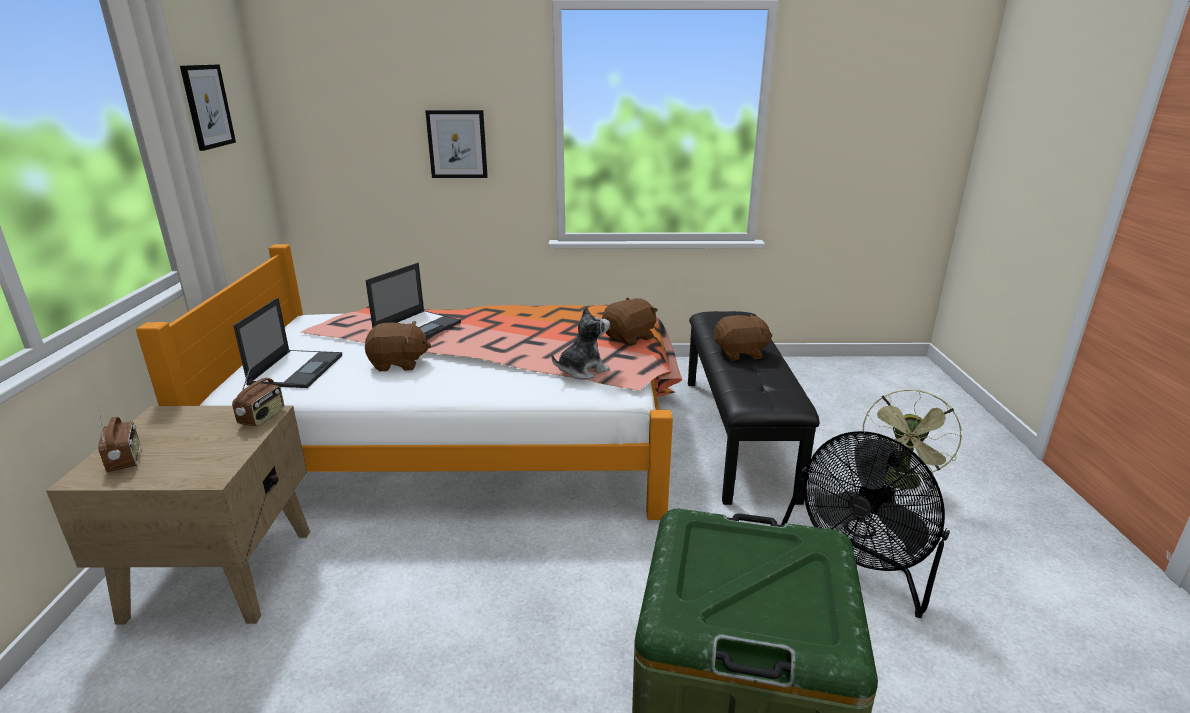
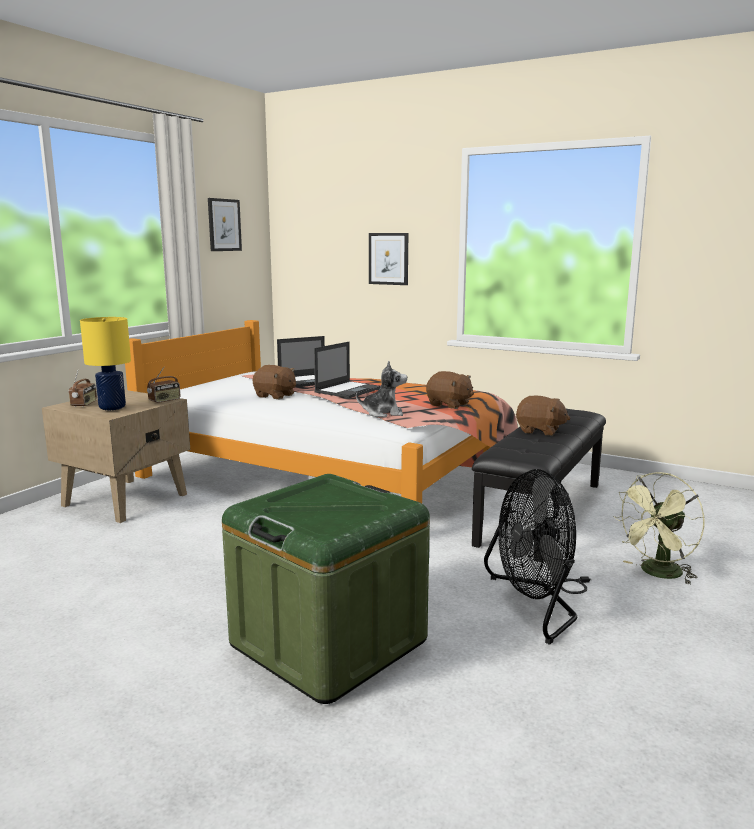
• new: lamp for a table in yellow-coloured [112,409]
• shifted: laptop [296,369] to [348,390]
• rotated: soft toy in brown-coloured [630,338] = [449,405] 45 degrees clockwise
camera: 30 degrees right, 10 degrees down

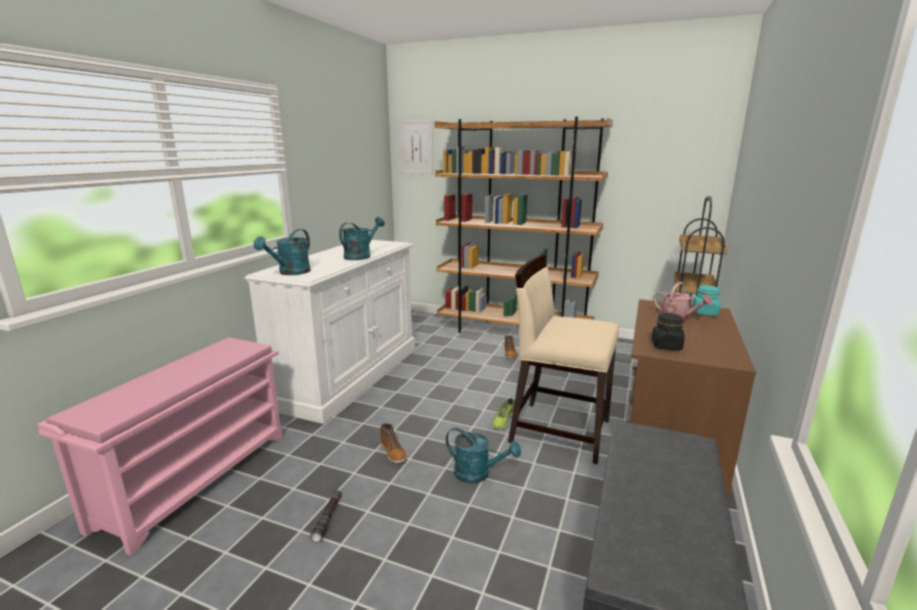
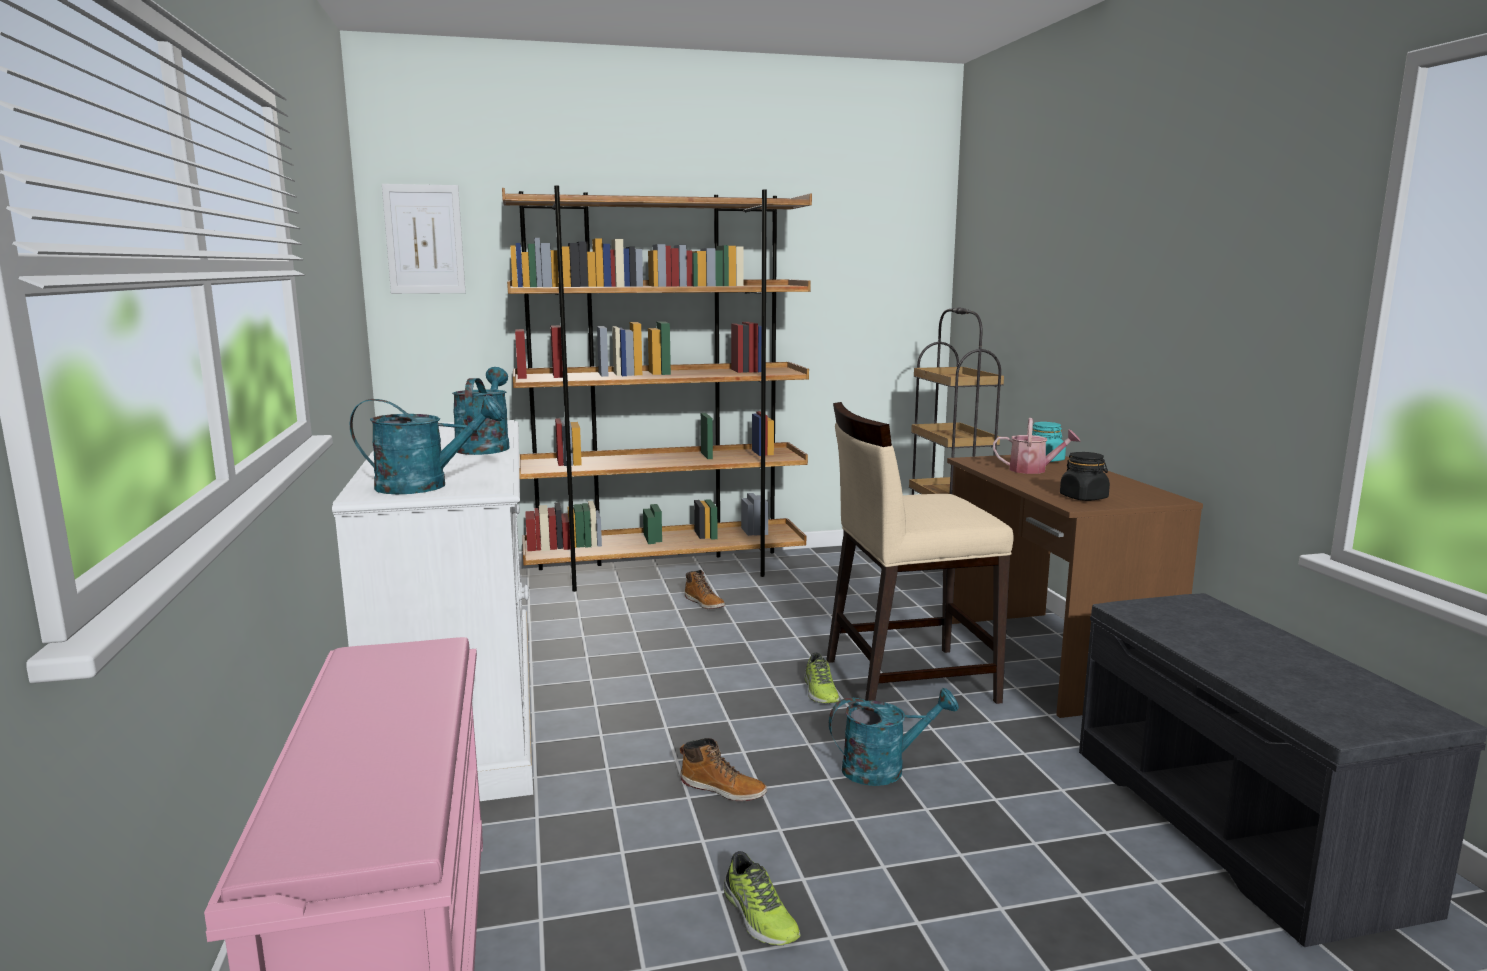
• rotated: watering pot in turquoise-coloured [290,273] = [425,486] 90 degrees counterclockwise
• swapped: torch in black [328,518] to shoe [758,916]
camera: 35 degrees left, 5 degrees down

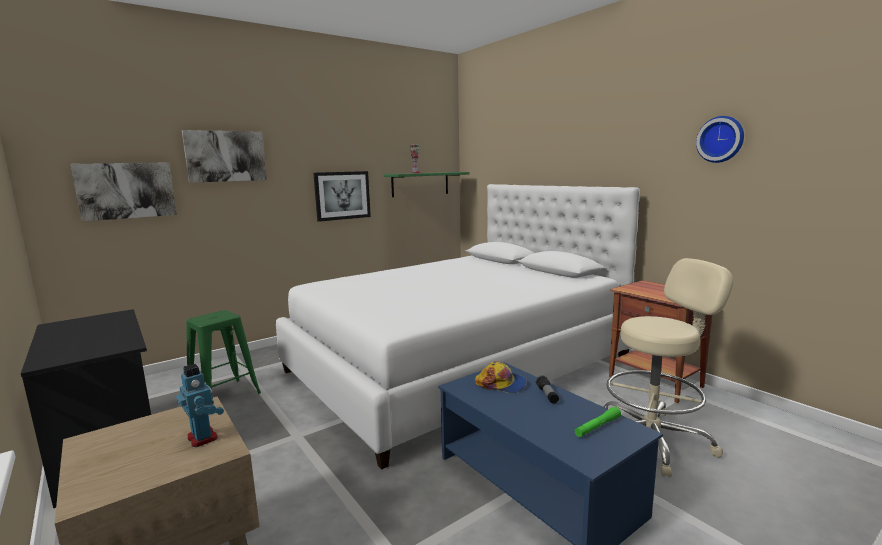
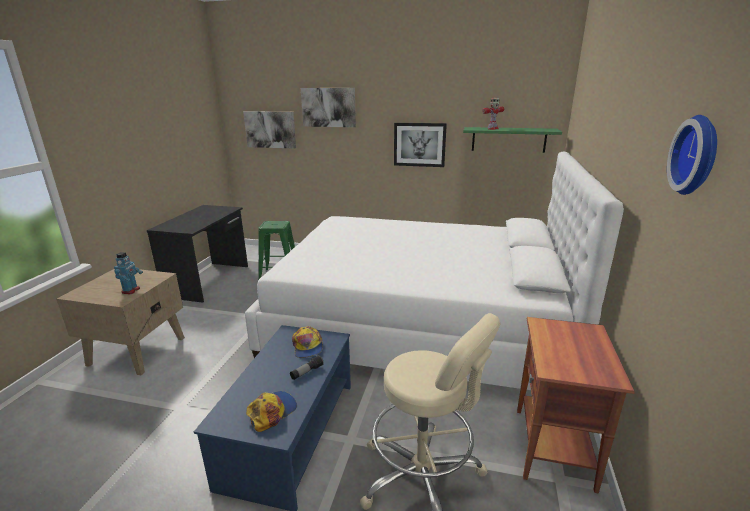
• swapped: torch in green [597,427] to cap [272,412]
camera: 50 degrees right, 10 degrees up

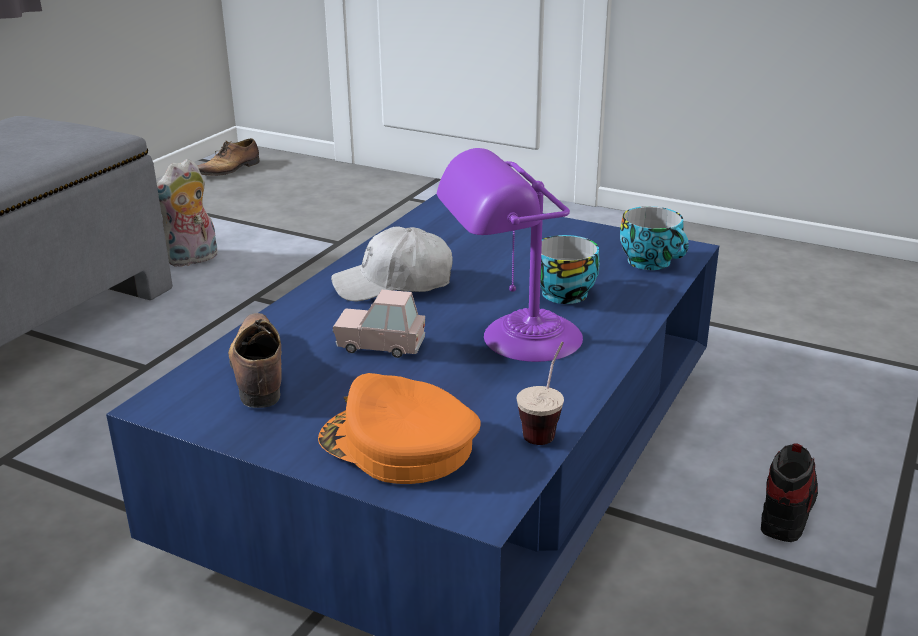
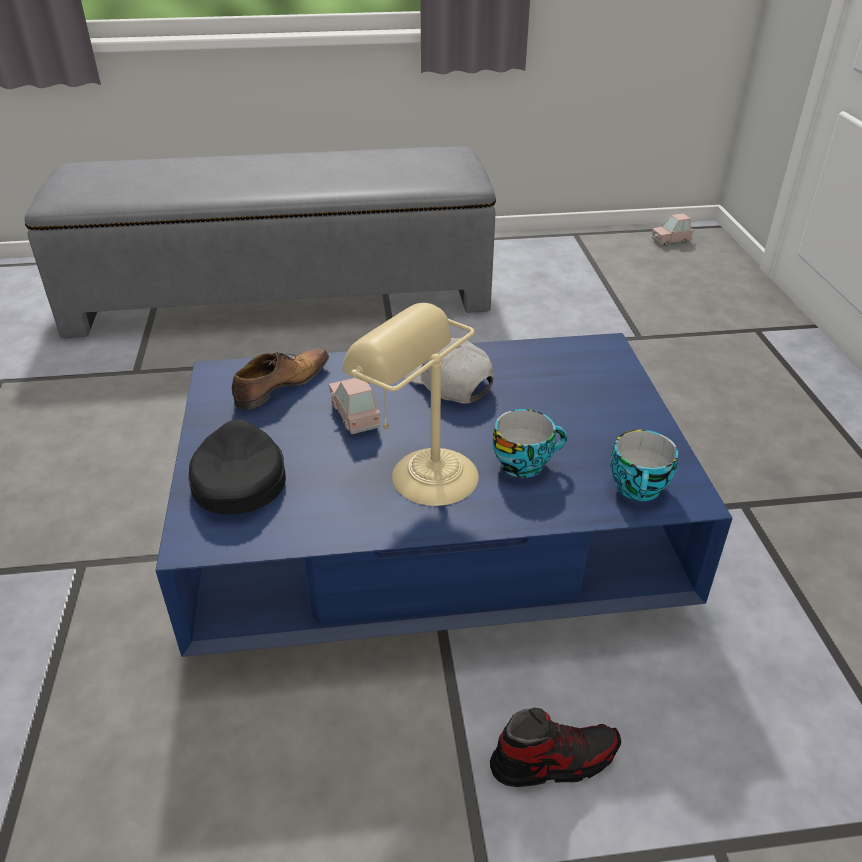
• repainted: cap in orange [398,445] to cap in black [239,477]
• repainted: lamp for a table in purple [513,341] to lamp for a table in beige [418,470]
• swapped: shoe [230,169] to miniature car in pinkish [670,240]
• gone: soft toy [192,260]
• gone: small cup [545,427]
camera: 55 degrees right, 10 degrees up

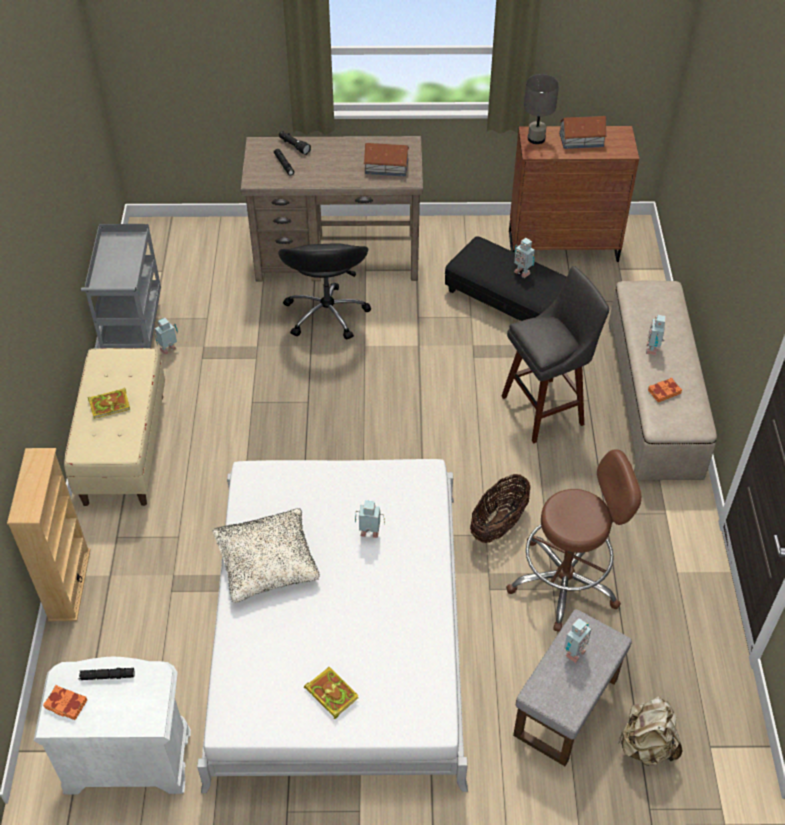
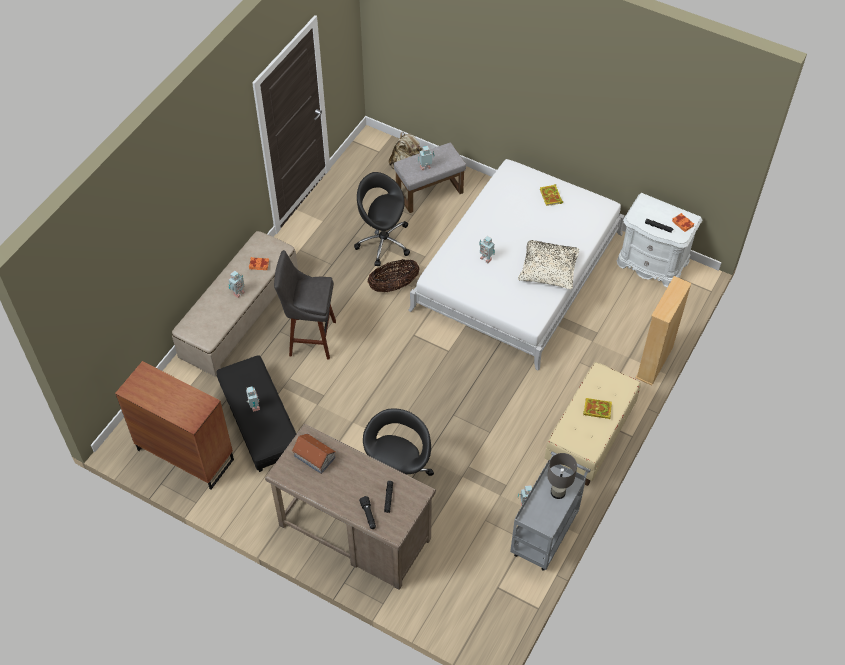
• swapped: stool in brown-coloured [566,581] to office chair in black [383,242]
• shifted: lamp for a table in grey [536,138] to [558,492]
• gone: toy house [580,139]
camera: 150 degrees left, 5 degrees up

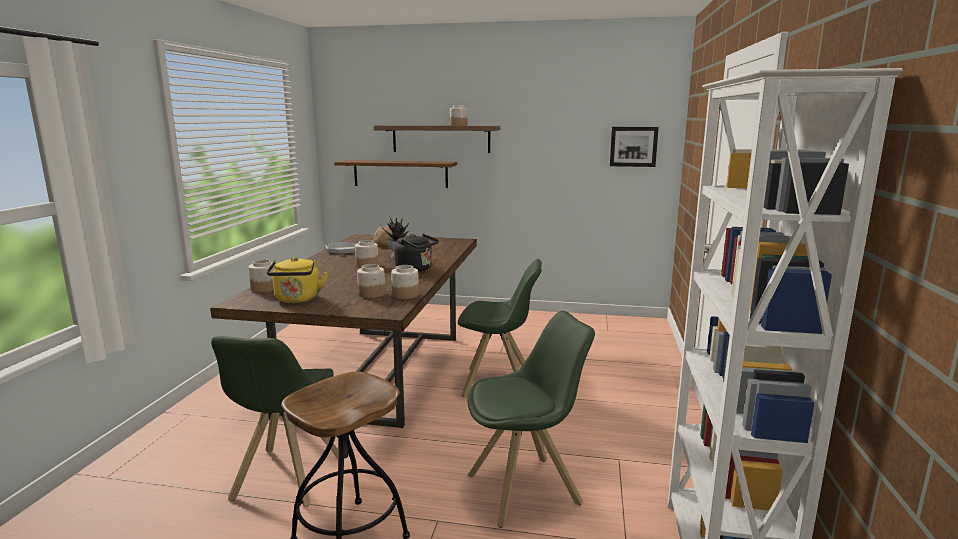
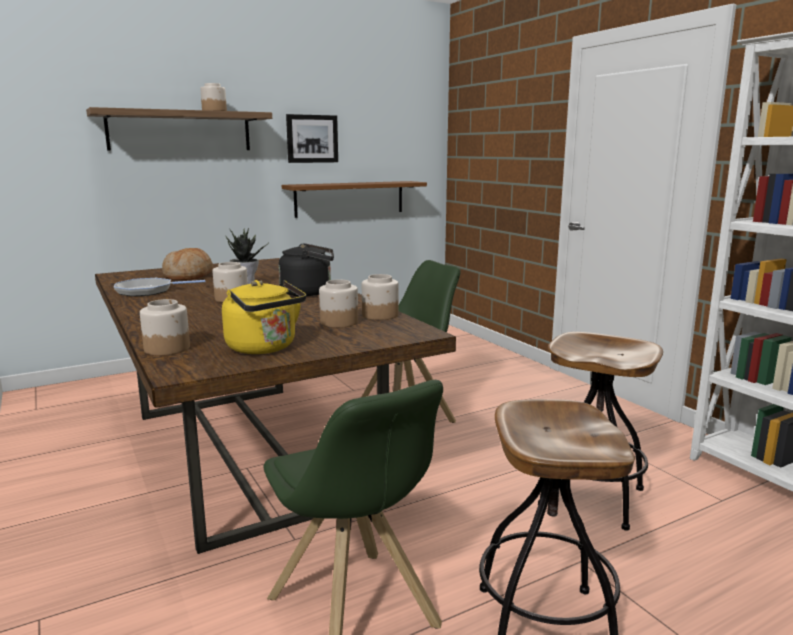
• shifted: bracket shelf in brown-coloured [400,174] to [350,198]
• shifted: wall art [633,146] to [312,139]
• swapped: upright chair in green [525,489] to stool in brown-coloured [592,497]
camera: 40 degrees left, 0 degrees up

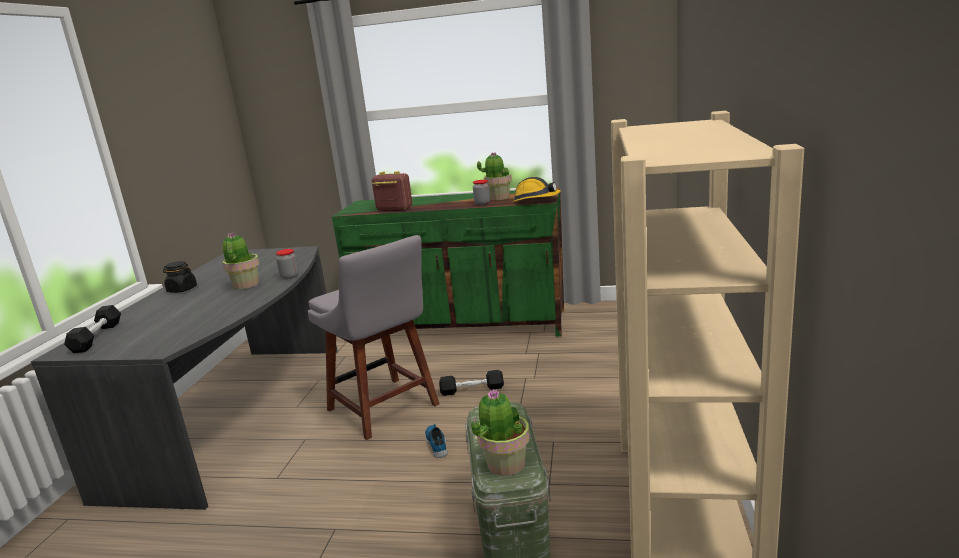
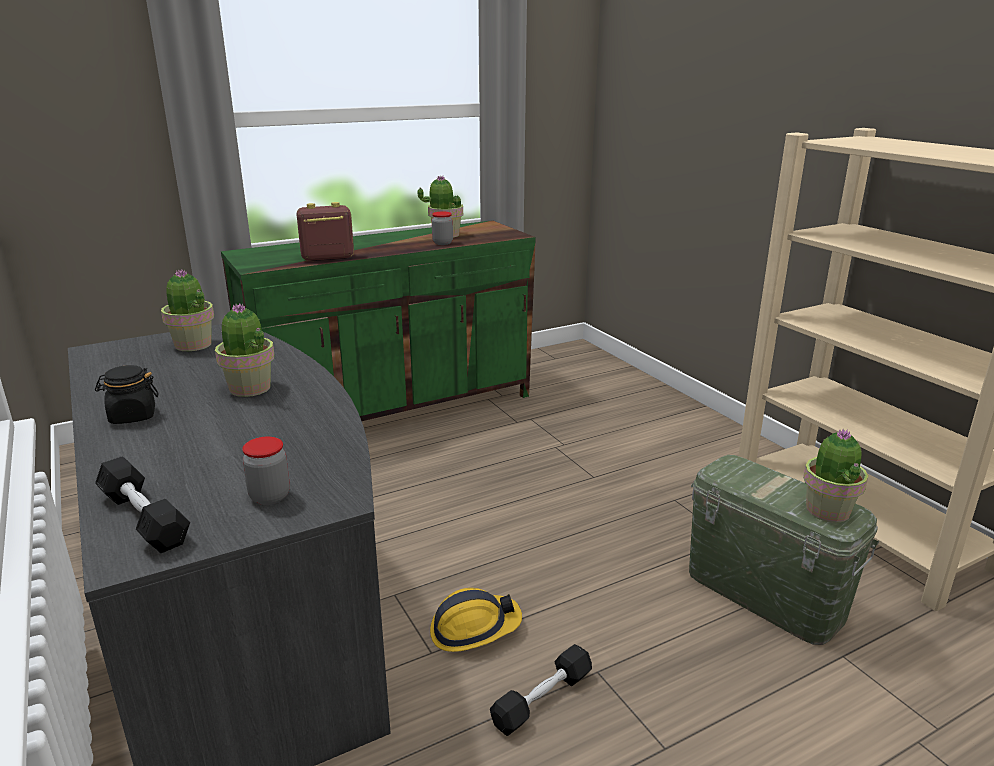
• new: potted plant [193,345]
• shifted: jar [289,276] to [270,496]
• shifted: hard hat [536,200] to [474,629]
• shifted: dumbbell in black [472,390] to [542,699]
• gone: stool in grey [385,409]
• gone: shoe [437,444]
camera: 40 degrees left, 5 degrees up

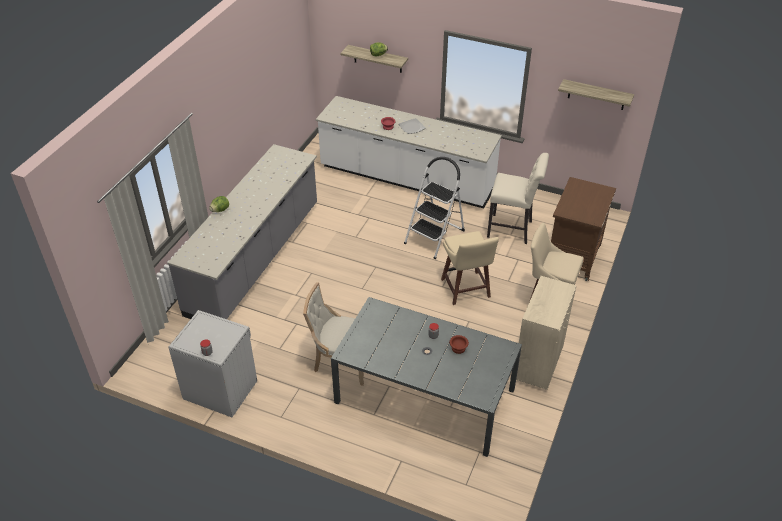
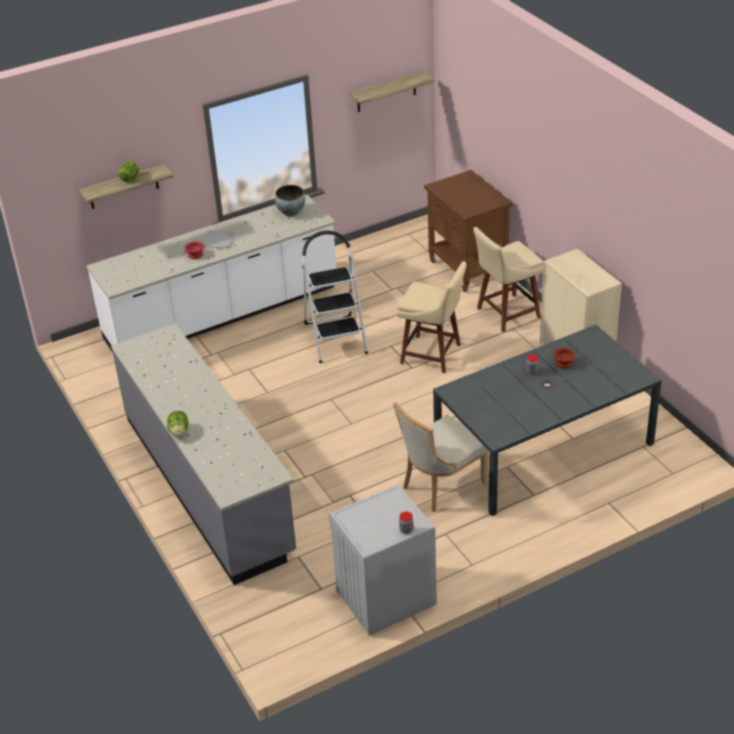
• new: bowl [291,212]
• gone: stool in beige [512,230]
camera: 50 degrees left, 5 degrees down

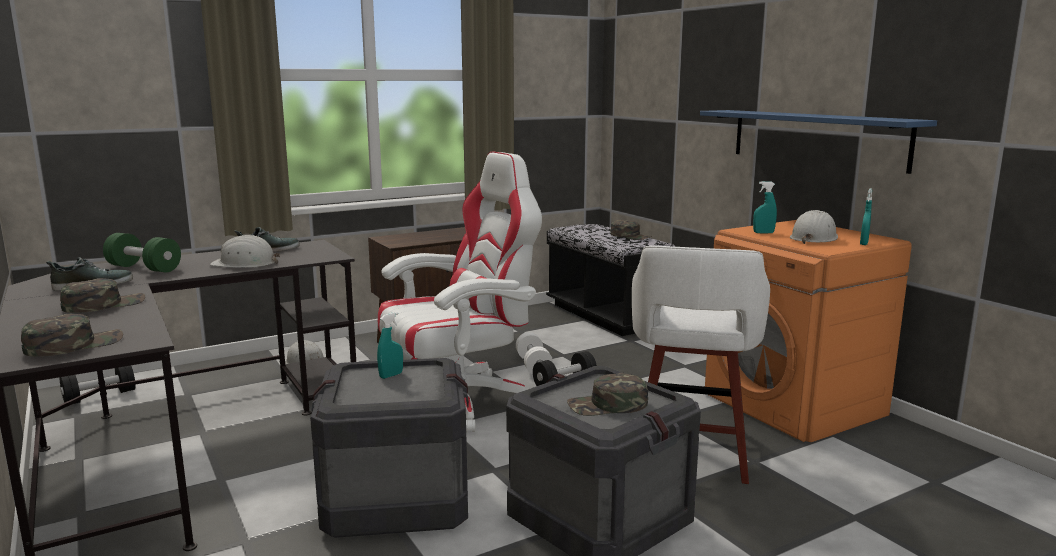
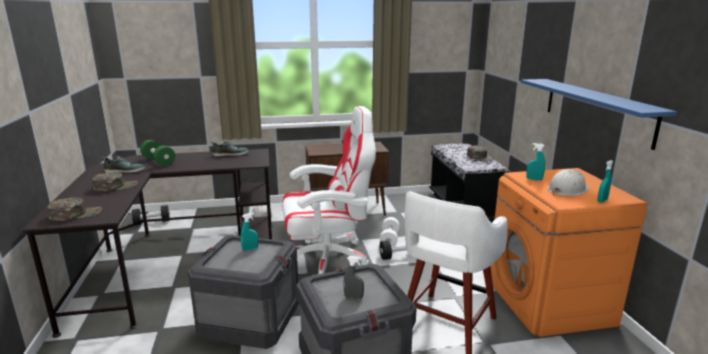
• swapped: cap in green [607,405] to hand sprayer in grey [353,297]
• gone: hard hat in white-coloured [245,263]
camera: 20 degrees right, 5 degrees up

